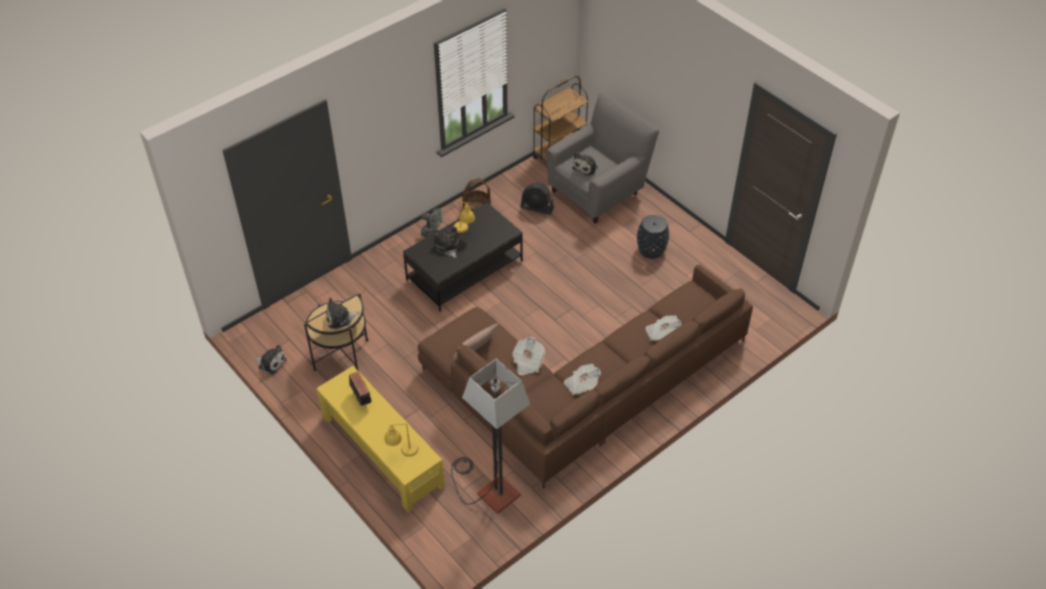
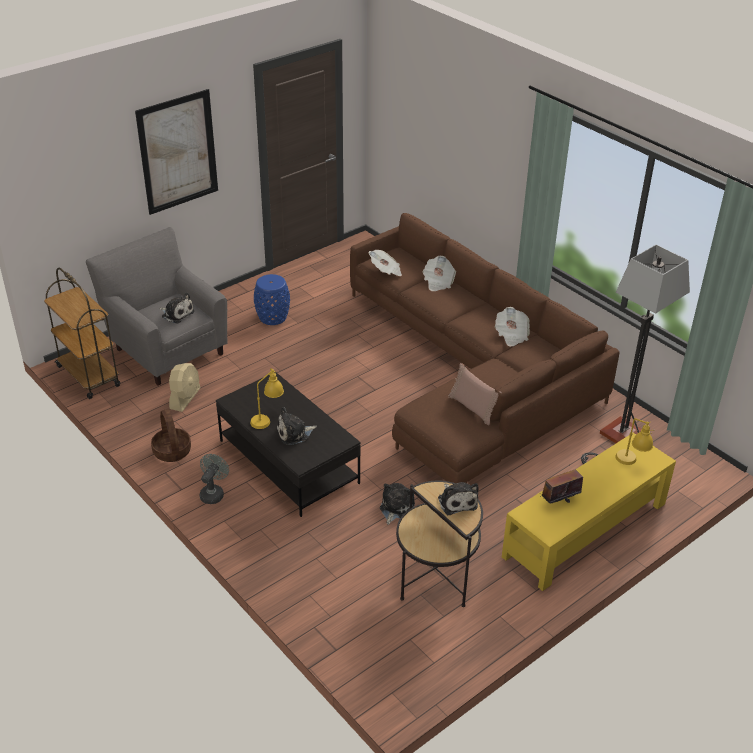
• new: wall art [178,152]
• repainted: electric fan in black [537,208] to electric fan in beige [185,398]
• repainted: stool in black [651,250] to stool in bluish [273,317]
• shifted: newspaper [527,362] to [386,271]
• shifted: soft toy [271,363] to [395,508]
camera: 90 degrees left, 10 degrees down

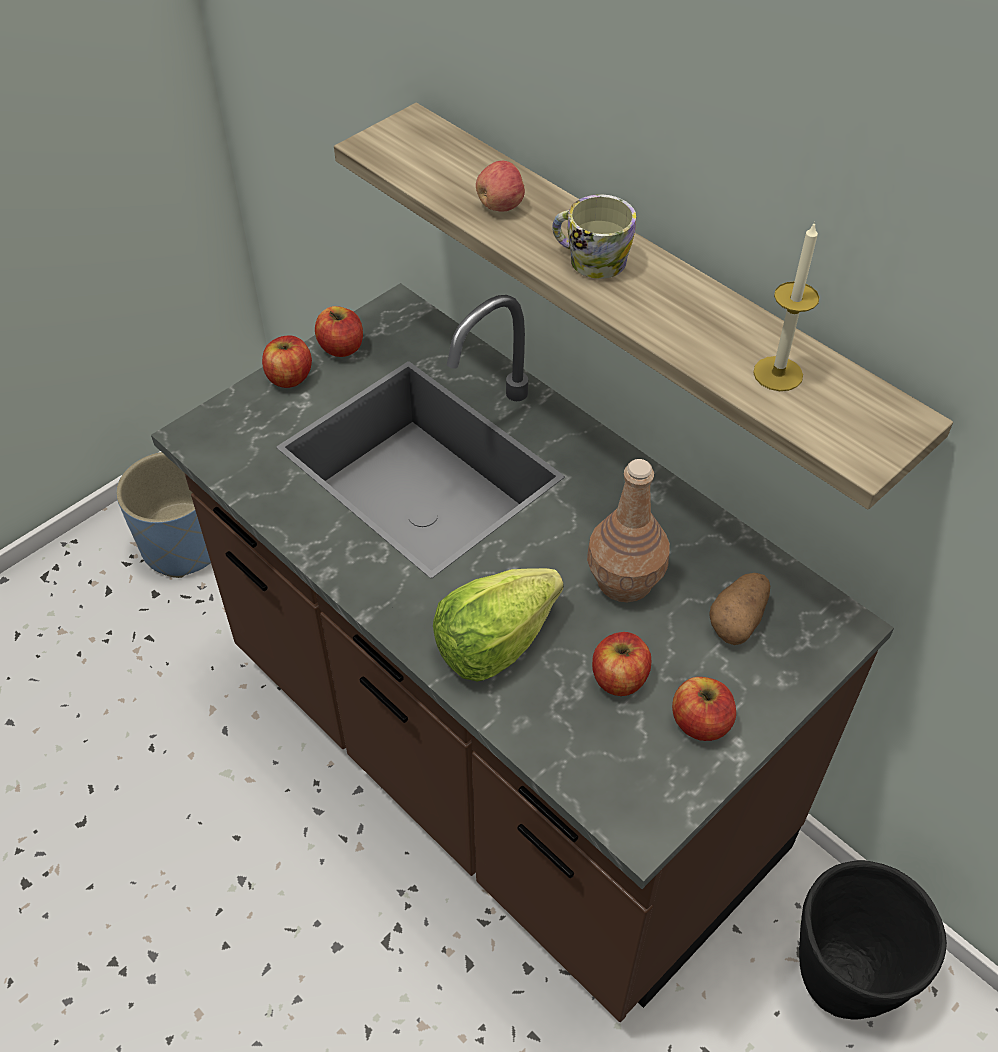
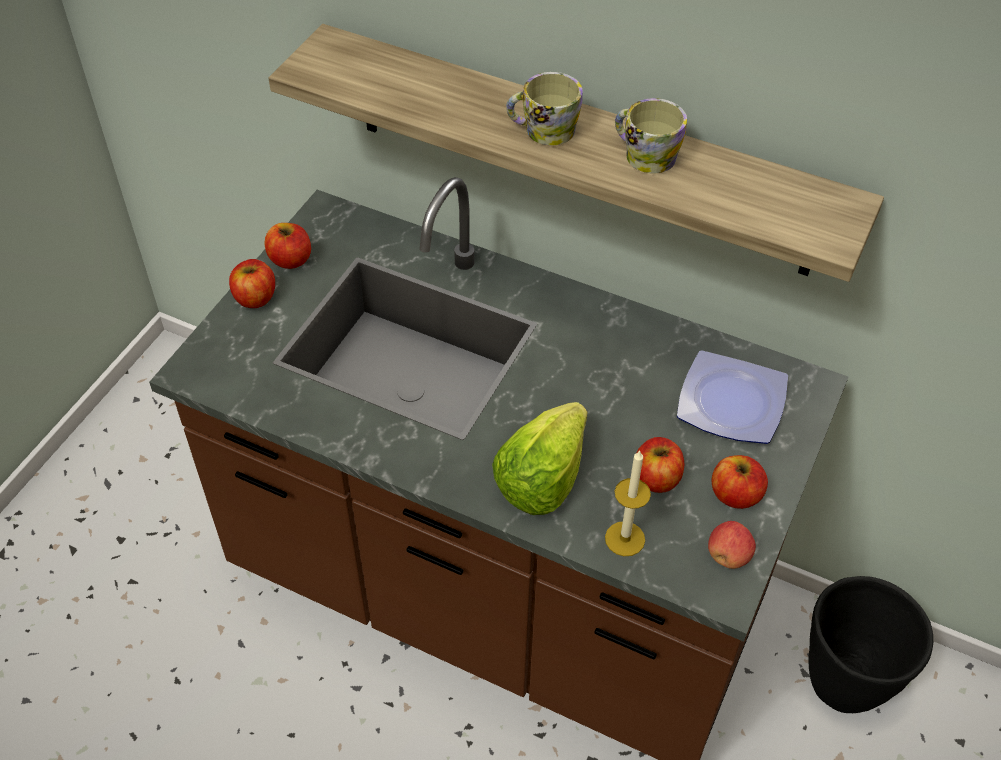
• shifted: wax candle [778,374] to [625,539]
• new: mug [644,154]
• swapped: spud [738,620] to flat dish [728,404]
• shifted: whole apple [501,205] to [728,555]
• gone: plant pot in bluish [183,545]
• gone: drink bottle in brown-coloured [625,580]
camera: 20 degrees left, 0 degrees up

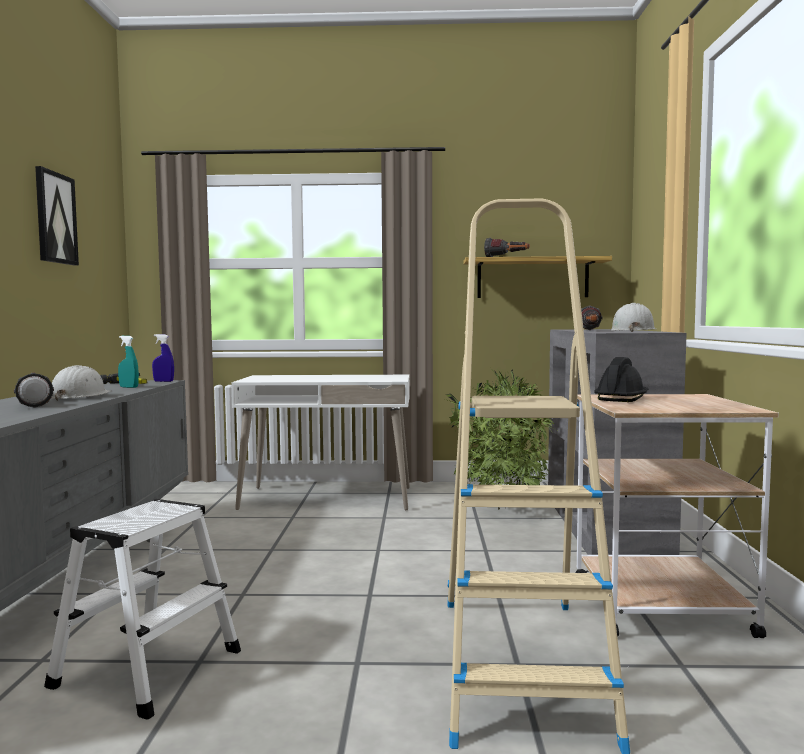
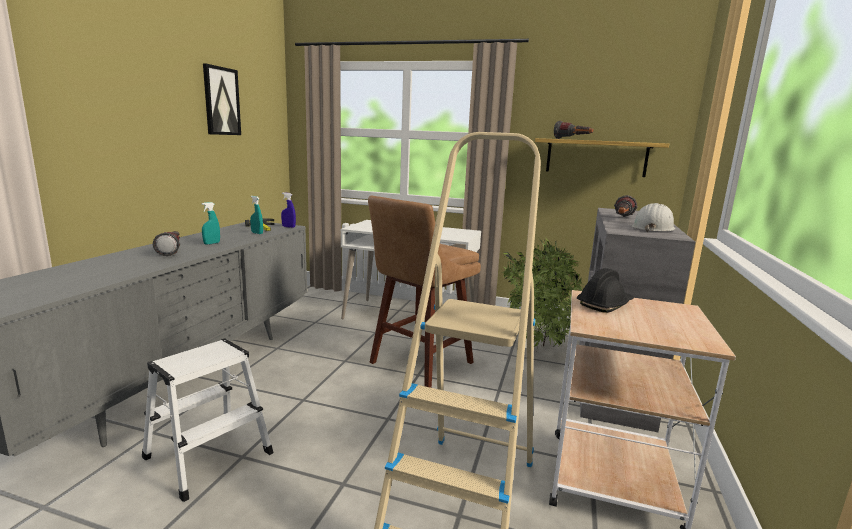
• swapped: hard hat in white-coloured [79,396] to hand sprayer in turquoise-coloured [211,243]
• new: stool in brown-coloured [419,364]
camera: 15 degrees right, 10 degrees up

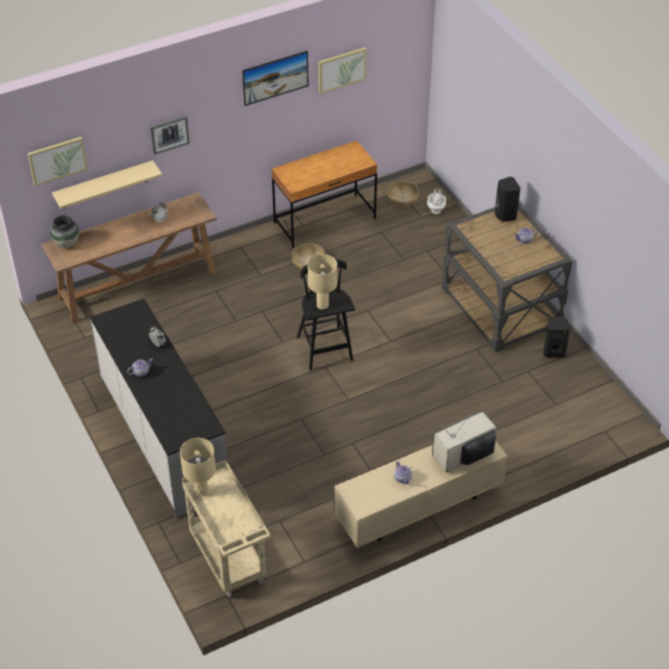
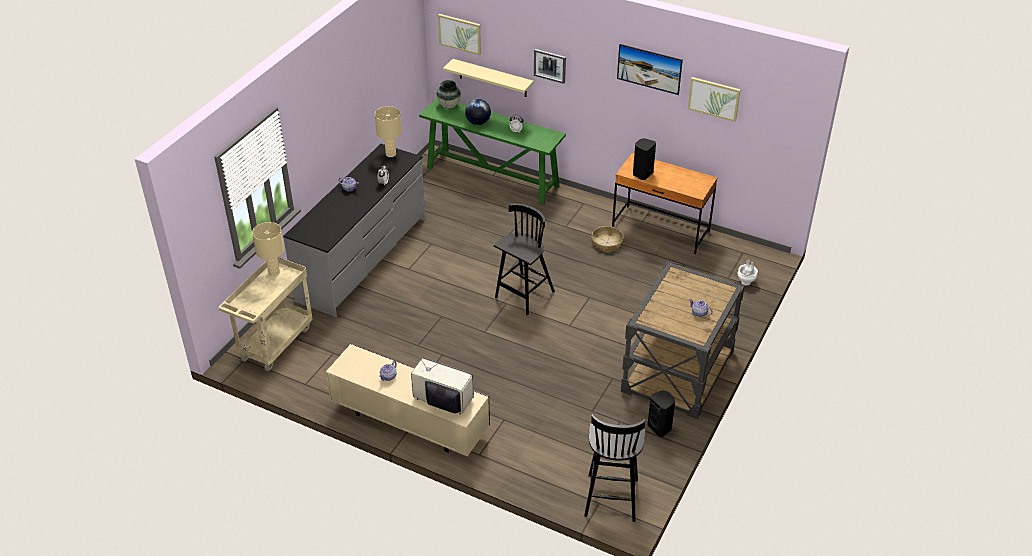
• shifted: lamp for a table in beige [322,305] to [390,154]
• repainted: console table in brown-coloured [138,285] to console table in green [493,177]
• new: globe [478,123]
• new: stool in black [611,495]
• shifted: speaker in black [504,215] to [642,174]
• gone: storage basket [402,198]
camera: 55 degrees right, 5 degrees down

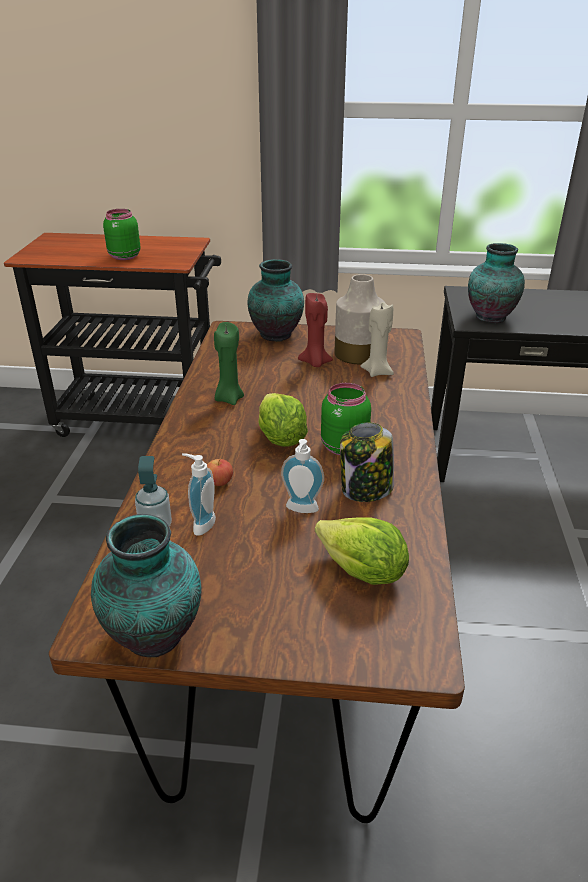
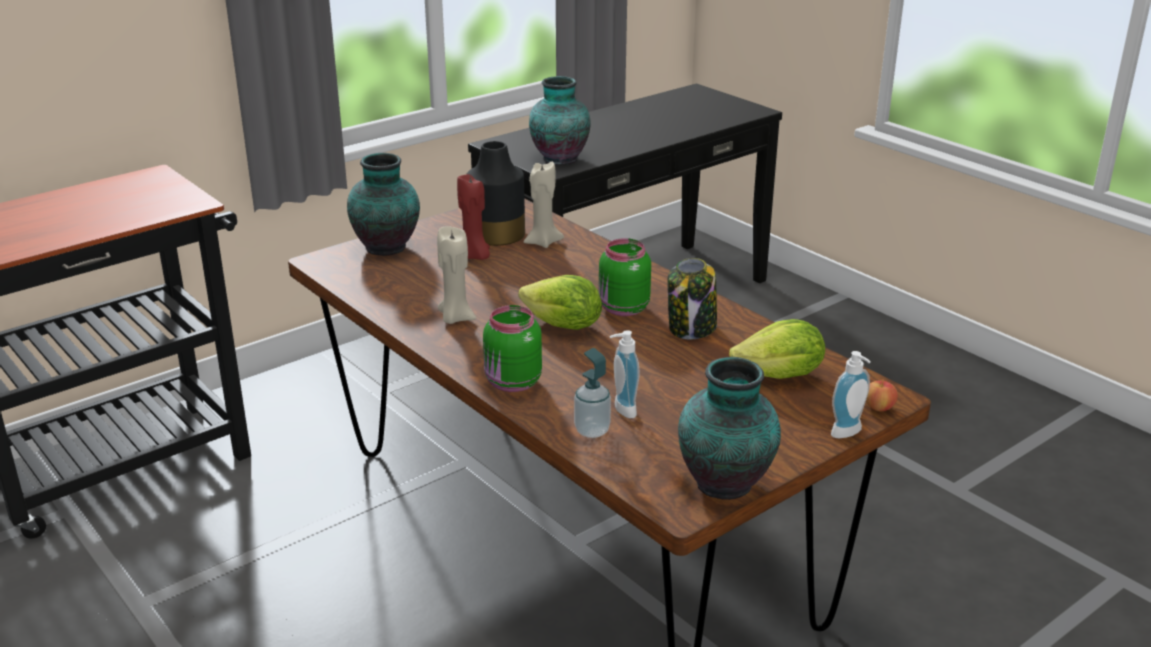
• repainted: wax candle in green [229,399] to wax candle in beige [455,318]
• repainted: flower vase in beige [358,353] to flower vase in black [497,233]
• shifted: jar in green [123,257] to [512,383]
• shifted: soap bottle [301,510] to [849,434]
• shifted: whole apple [219,482] to [879,407]
camera: 45 degrees left, 5 degrees down

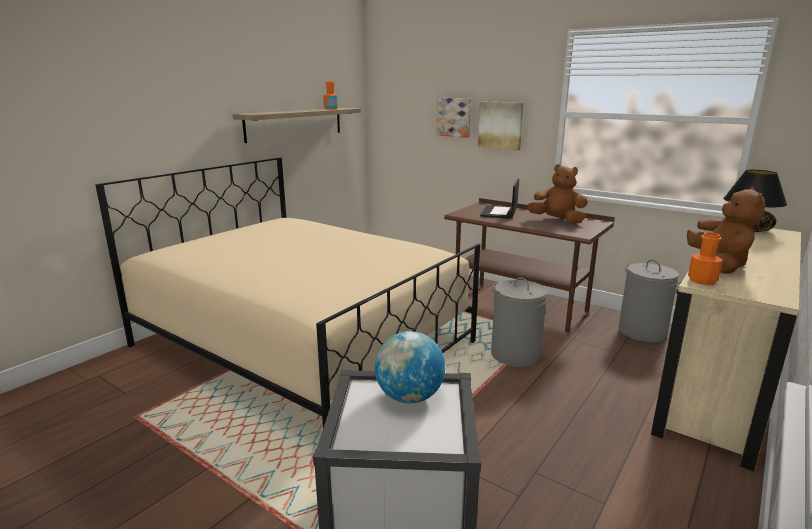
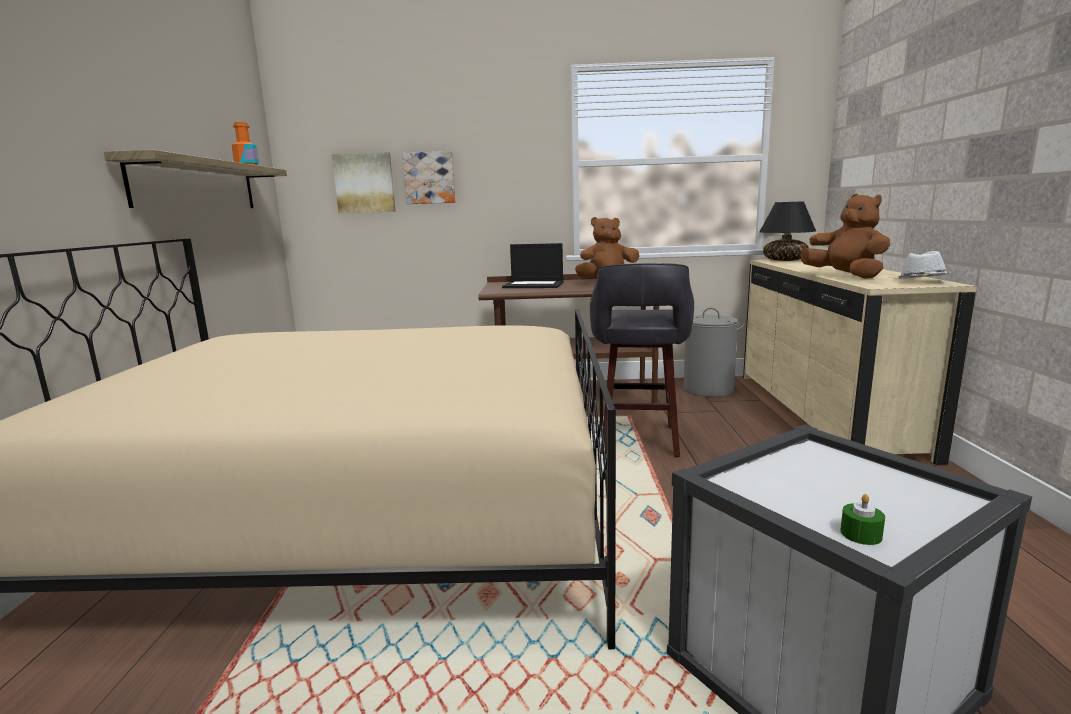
• shifted: wall art [500,125] to [364,183]
• rotated: laptop [499,212] = [534,285] 60 degrees counterclockwise
• swapped: washing basket in grey [515,355] to stool in grey [638,442]
• new: wax candle in green [861,534]
• new: clothing hat in white-coloured [921,281]
• gone: globe [409,397]
• gone: drink bottle in orange [702,280]
camera: 35 degrees left, 5 degrees down

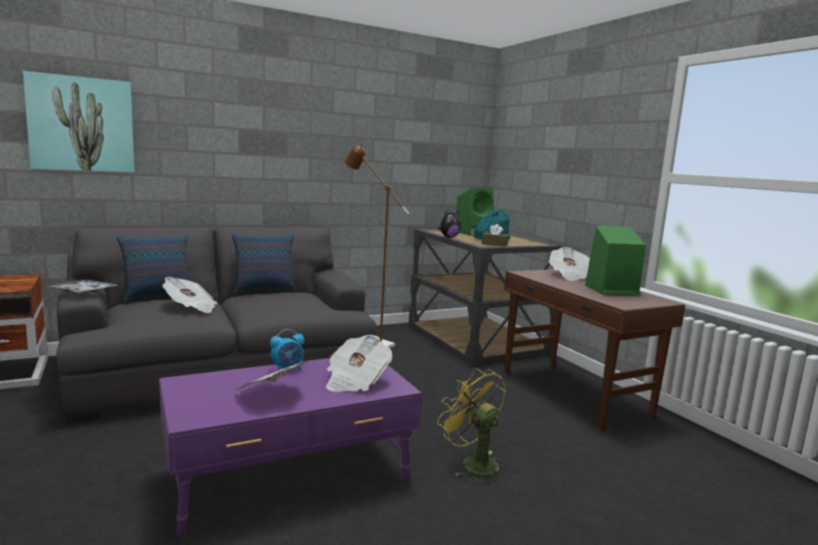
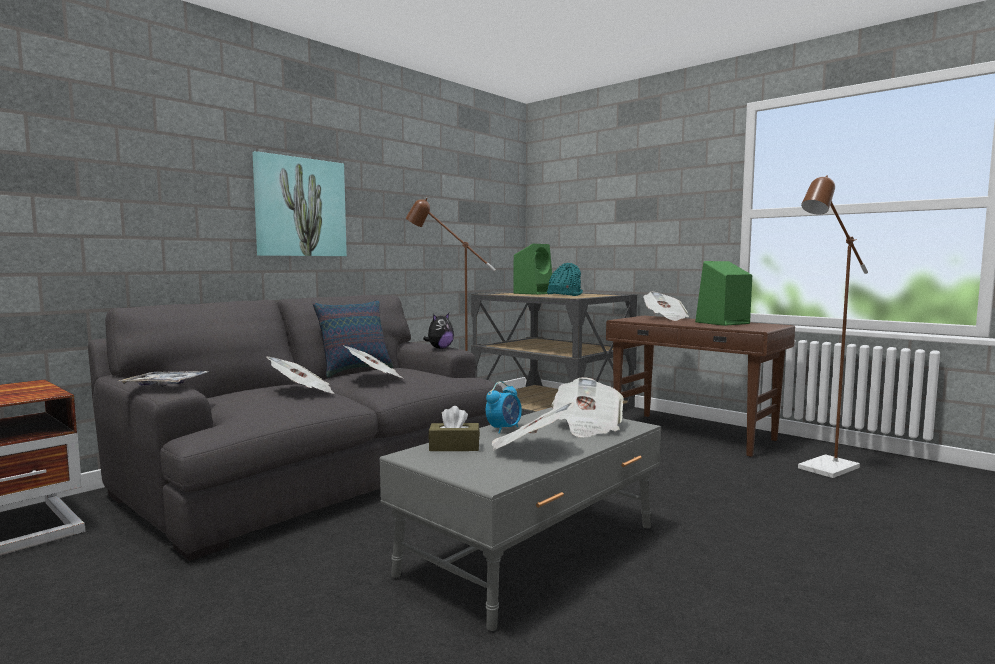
• shifted: wall art [81,124] to [301,207]
• new: newspaper [375,378]
• repainted: lounge table in purple [290,475] to lounge table in grey [532,550]
• shifted: soft toy [449,237] to [439,348]
• shifted: tissue box in brown-coloured [494,244] to [454,447]
• new: floor lamp in brown-coloured [823,470]
• gone: cushion in bluish [158,298]
• gone: electric fan in yellow-coloured [472,464]
camera: 20 degrees left, 5 degrees down

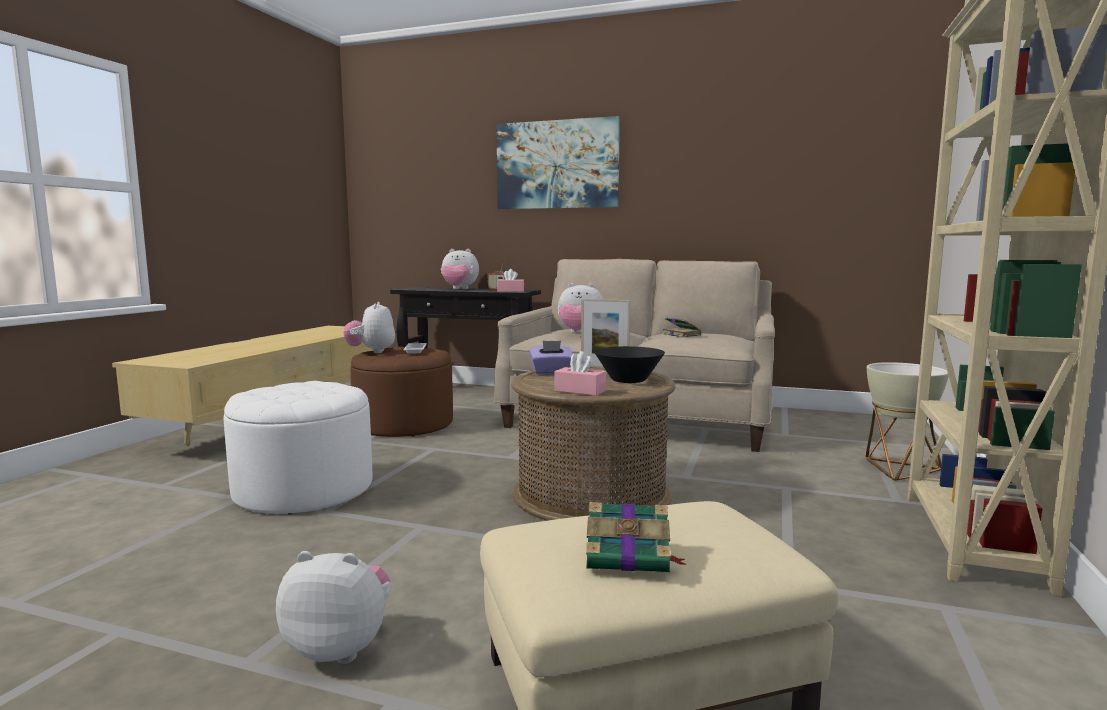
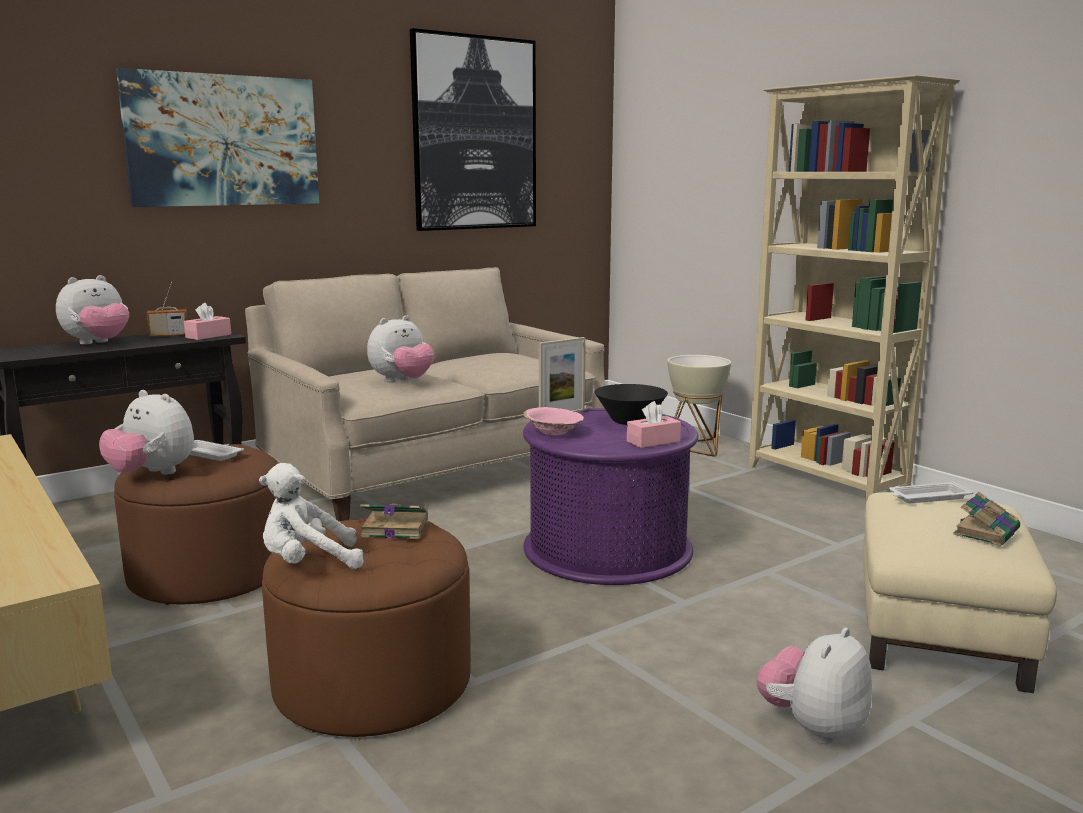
• new: soft toy in white-coloured [308,564]
• repainted: pouffe in white-coloured [304,489] to pouffe in brown-coloured [373,683]
• shifted: volume [680,334] to [393,528]
• new: wall art [475,134]
• swapped: tissue box in purple [551,372] to bowl in pinkish [553,432]
• repainted: lounge table in brown-coloured [591,494] to lounge table in purple [607,549]
• new: carrying tray in white-coloured [928,497]
camera: 55 degrees left, 5 degrees up

